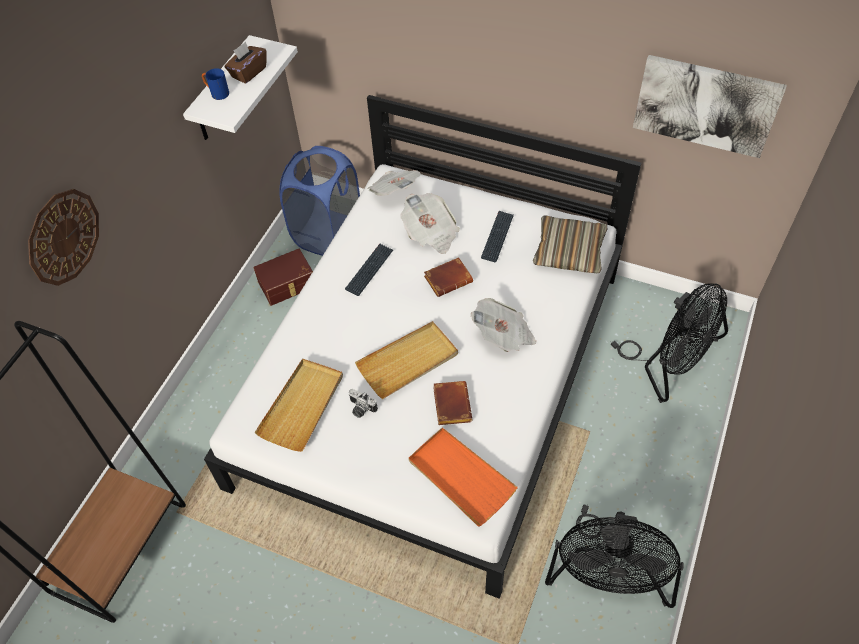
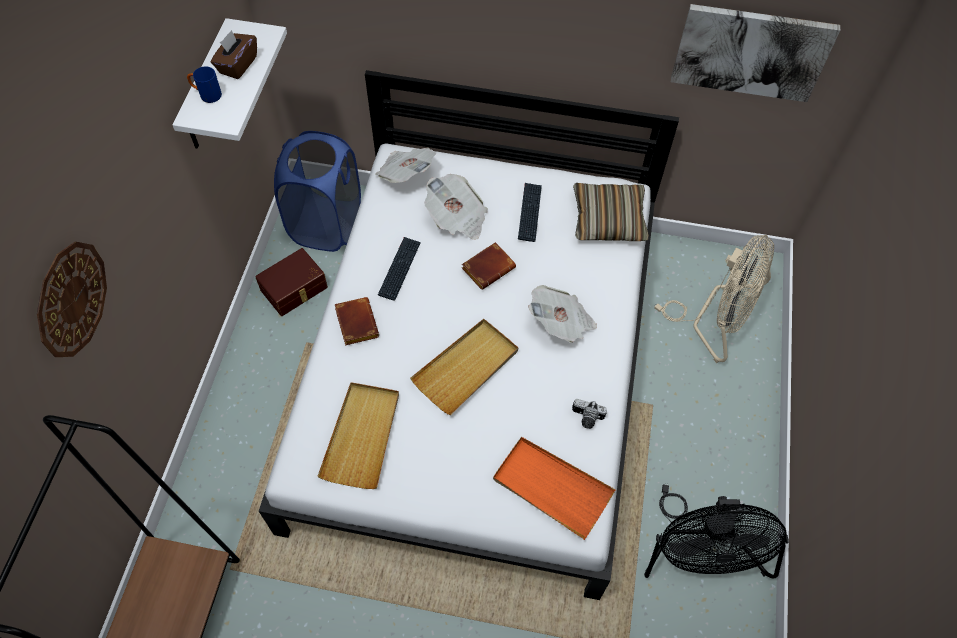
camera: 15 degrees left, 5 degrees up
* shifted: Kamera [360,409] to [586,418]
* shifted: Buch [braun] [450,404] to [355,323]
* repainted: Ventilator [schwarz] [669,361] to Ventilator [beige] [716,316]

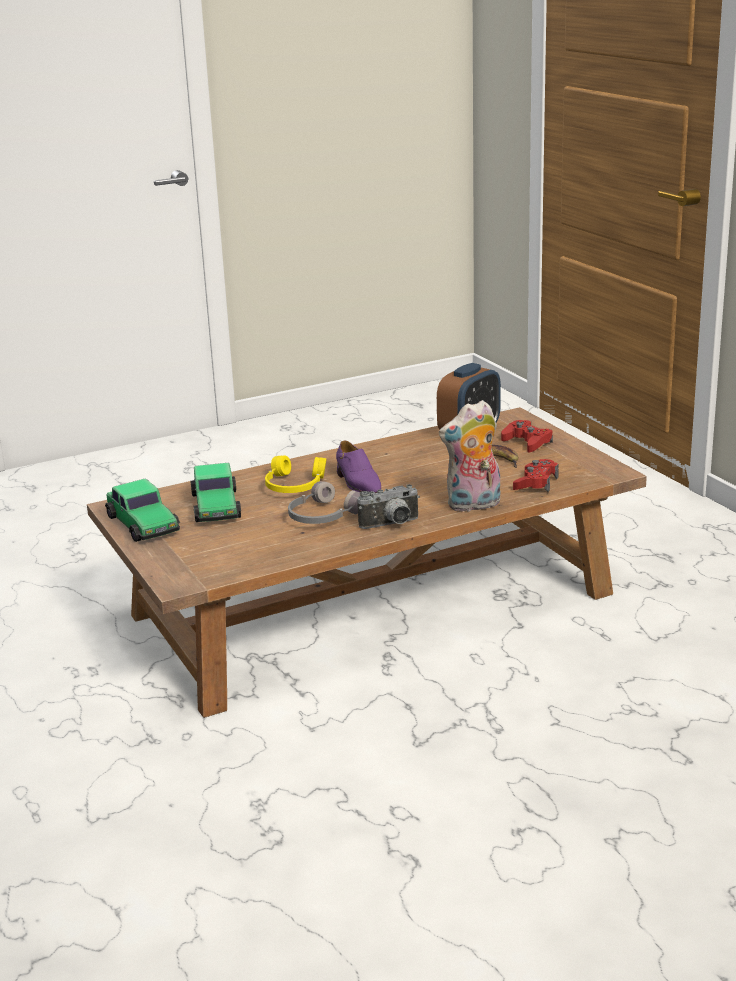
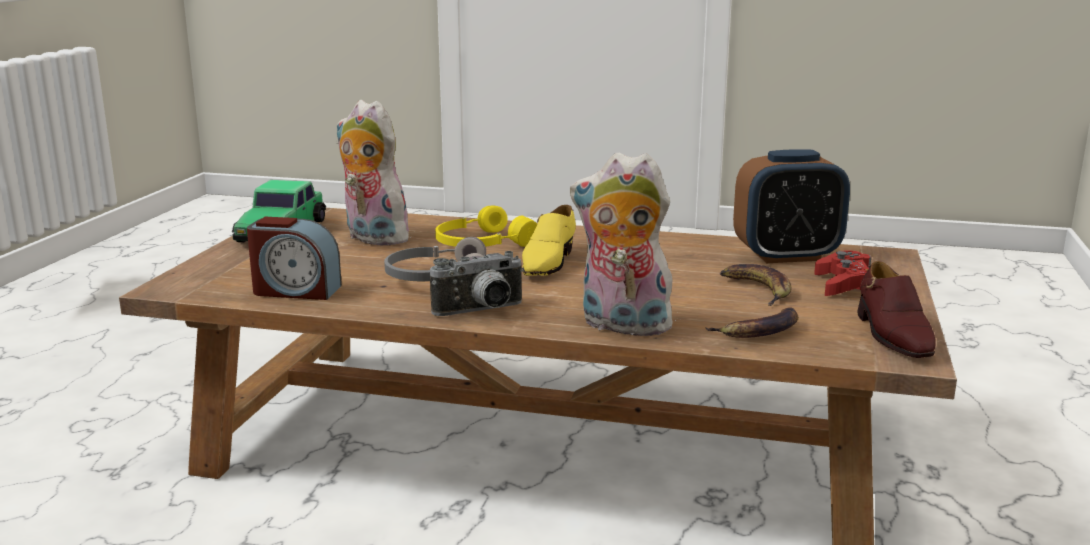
camera: 40 degrees right, 5 degrees down
* new: Wecker [296,290]
* new: Schuh [braun] [892,335]
* swapped: Spielzeugauto [216,506] to Plüschtier [372,238]
* swapped: Gamepad [rot] [536,483] to Banane [759,330]
* repainted: Schuh [lila] [358,483] to Schuh [gelb] [547,262]
* rotated: Kamera [391,525] = [481,312] 45 degrees counterclockwise

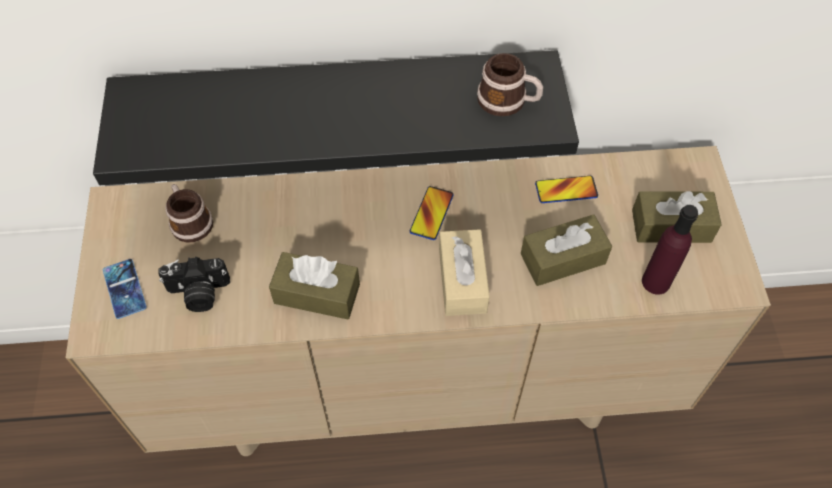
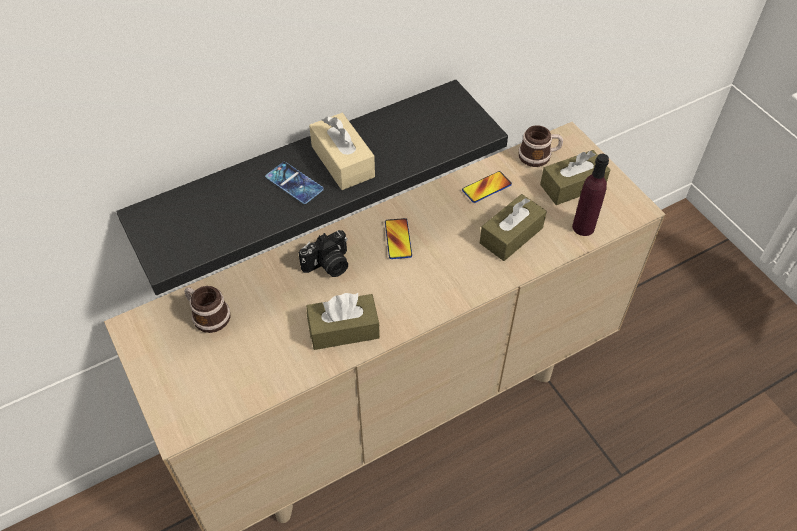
camera: 25 degrees left, 5 degrees down
* shifted: Handy [124,289] to [294,183]
* shifted: Kamera [198,294] to [328,265]
* shifted: Taschentuchbox [beige] [462,280] to [342,161]
* shifted: Henkelbecher [508,101] to [539,156]

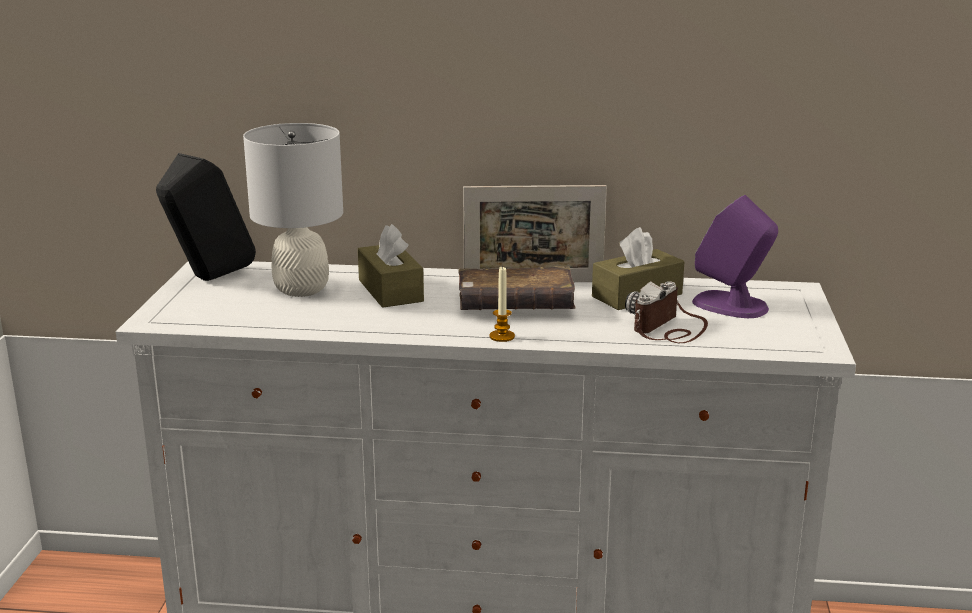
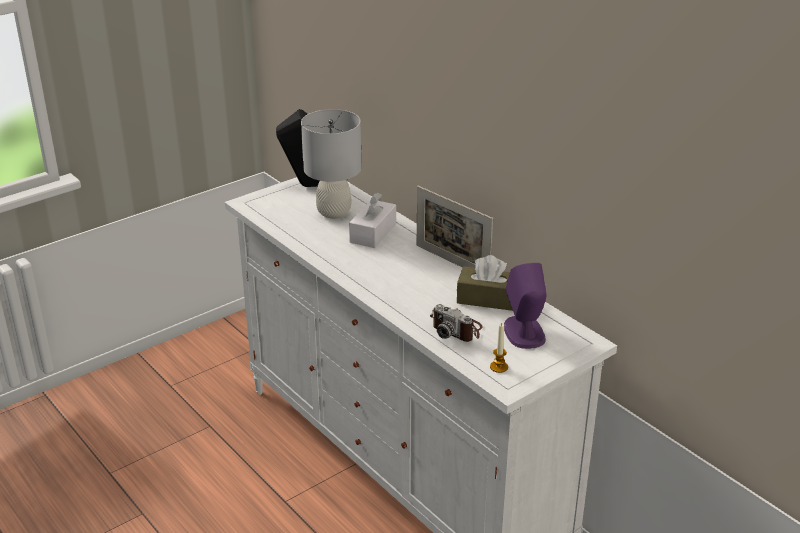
camera: 45 degrees right, 10 degrees up
* gone: Buch [braun] [515,306]
* shifted: Kerze [502,336] to [499,367]
* repainted: Taschentuchbox [braun] [390,291] to Taschentuchbox [weiß] [373,233]
* rotated: Kamera [668,329] = [457,329] 135 degrees counterclockwise

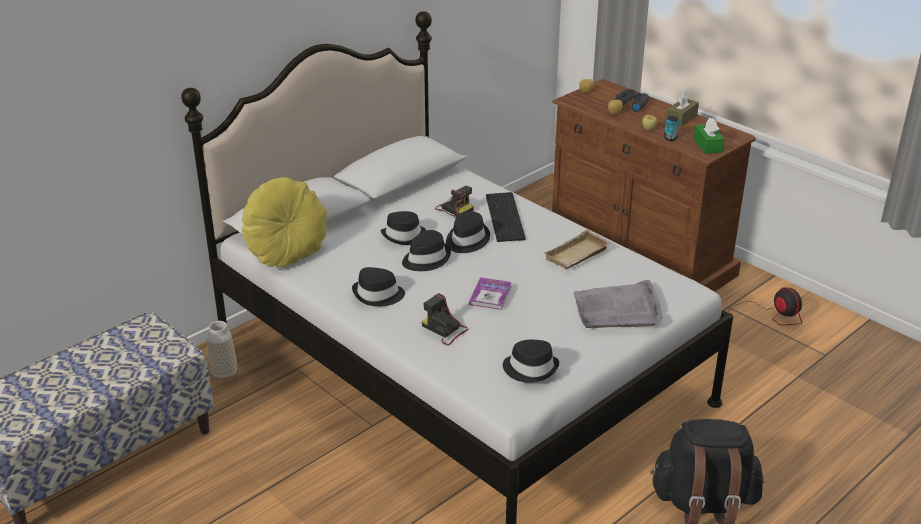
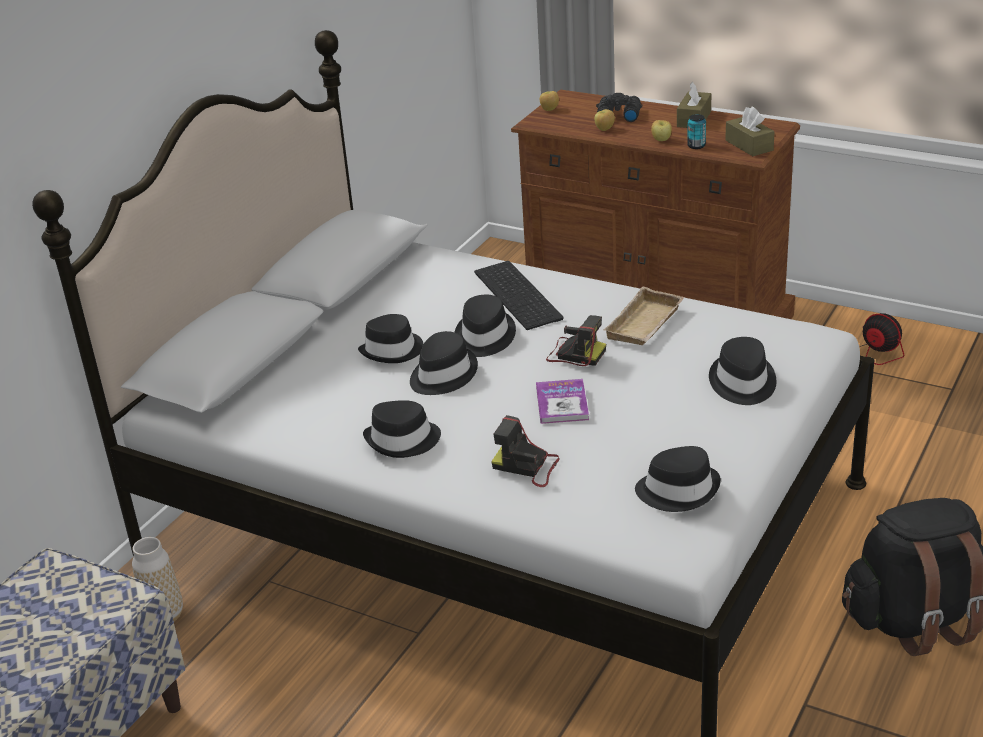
camera: 15 degrees left, 0 degrees up
* gone: Kissen [gelb] [288,256]
* shifted: Kamera [454,208] to [574,354]
* swapped: Tablett [grau] [617,309] to Hut [schwarz] [742,383]
* repainted: Taschentuchbox [grün] [707,145] to Taschentuchbox [braun] [749,145]

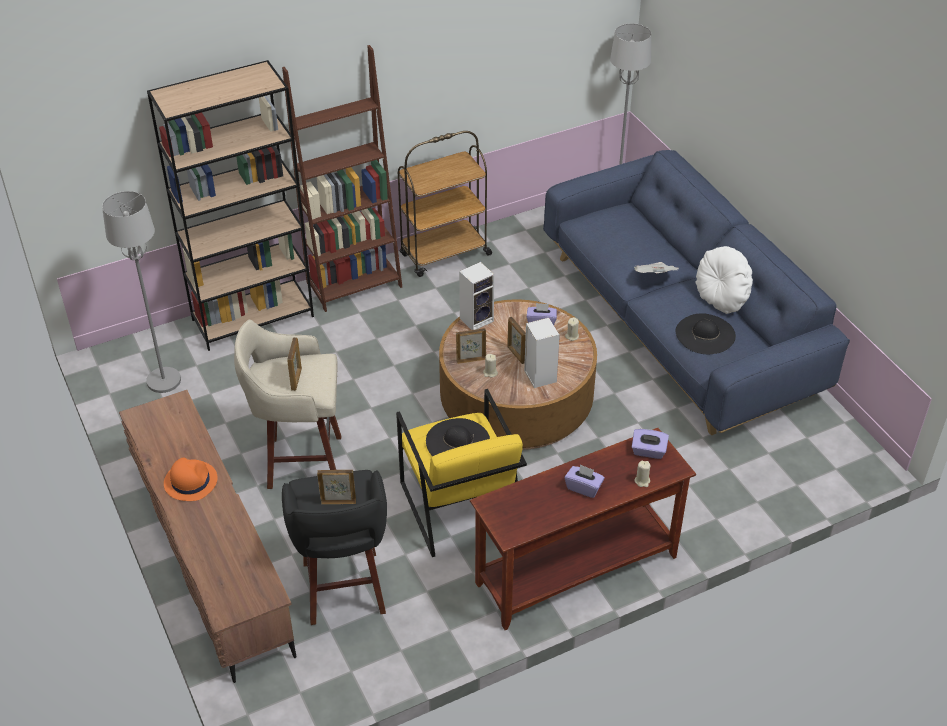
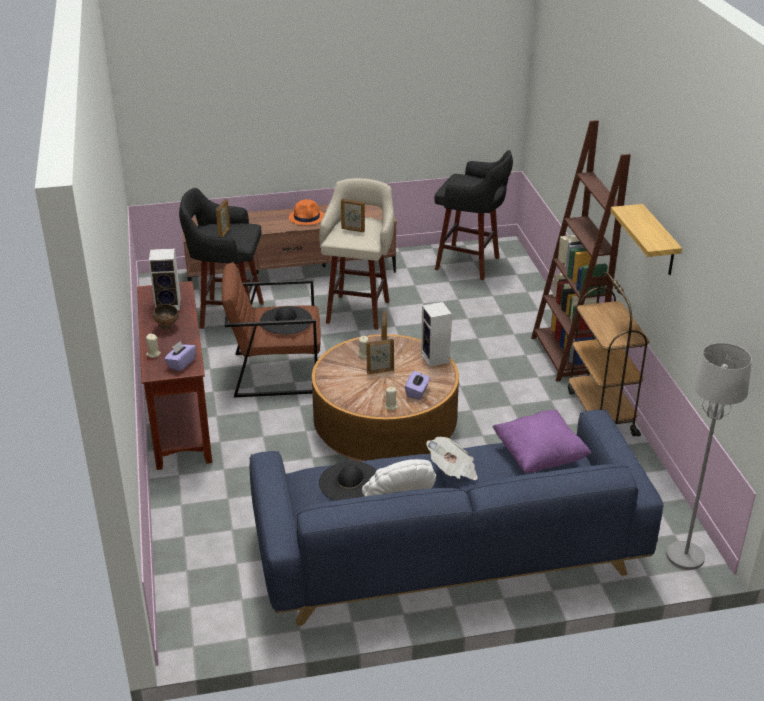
camera: 105 degrees right, 10 degrees down
* gone: Bücherregal [beige] [253,317]
* new: Kissen [lila] [539,457]
* new: Wandregal [659,241]
* shifted: Lautsprecher [539,375] to [169,304]
* swapped: Stehlampe [grau] [164,380] to Hocker [schwarz] [470,264]
* swapped: Taschentuchbox [lila] [583,487] to Schüssel [braun] [167,327]
* repainted: Sessel [gelb] [459,506] to Sessel [braun] [276,372]

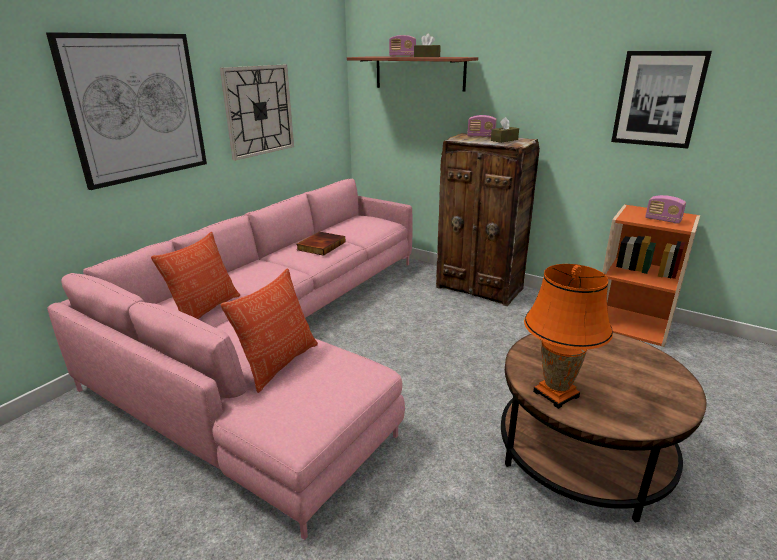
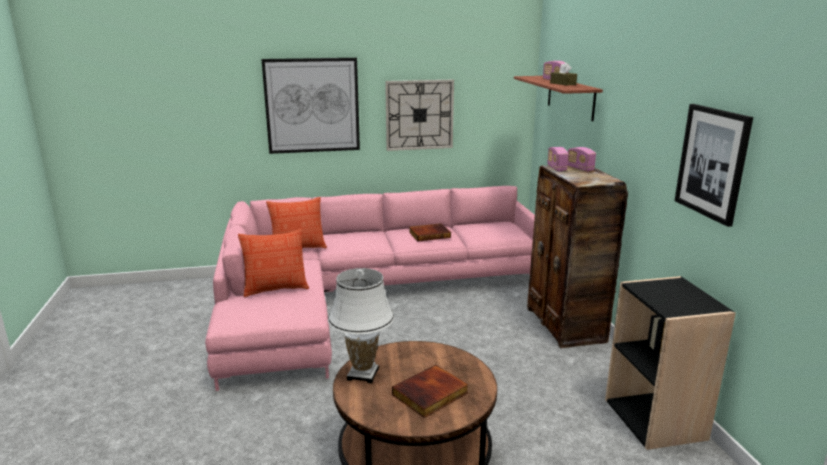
camera: 45 degrees right, 5 degrees down
* gone: Taschentuchbox [braun] [504,140]
* new: Buch [430,394]
* shifted: Radio [662,220] to [556,168]
* repainted: Tischlampe [orange] [555,394] to Tischlampe [weiß] [362,374]
* repainted: Bücherregal [orange] [633,324] to Bücherregal [schwarz] [656,419]

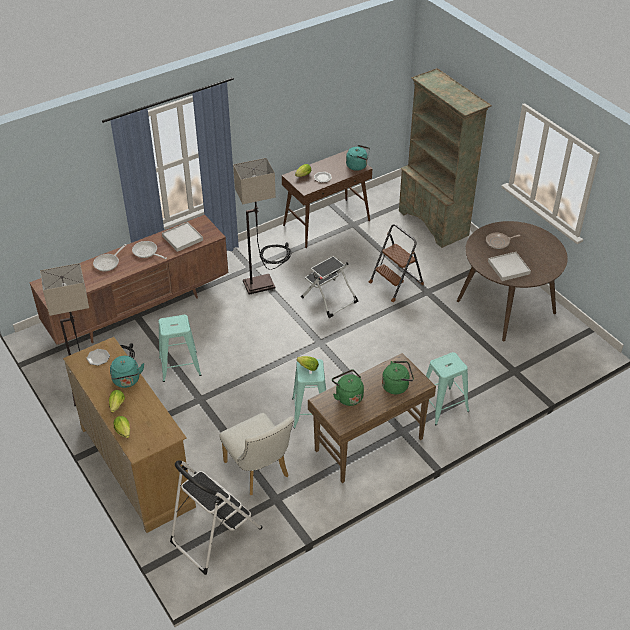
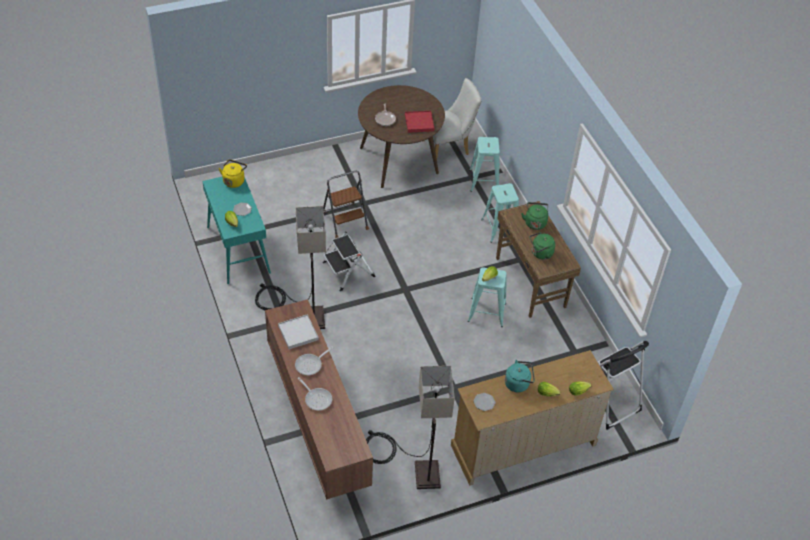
camera: 80 degrees left, 5 degrees up
* gone: Bücherregal [grün] [434,223]
* shifted: Hocker [türkis] [180,366] to [484,180]
* shifted: Stuhl [weiß] [259,472] to [449,147]
* repainted: Konsolentisch [braun] [327,223] to Konsolentisch [türkis] [238,250]
* repainted: Wasserkessel [türkis] [358,166] to Wasserkessel [gelb] [234,180]
* repainted: Tablett [weiß] [509,268] to Tablett [rot] [419,123]

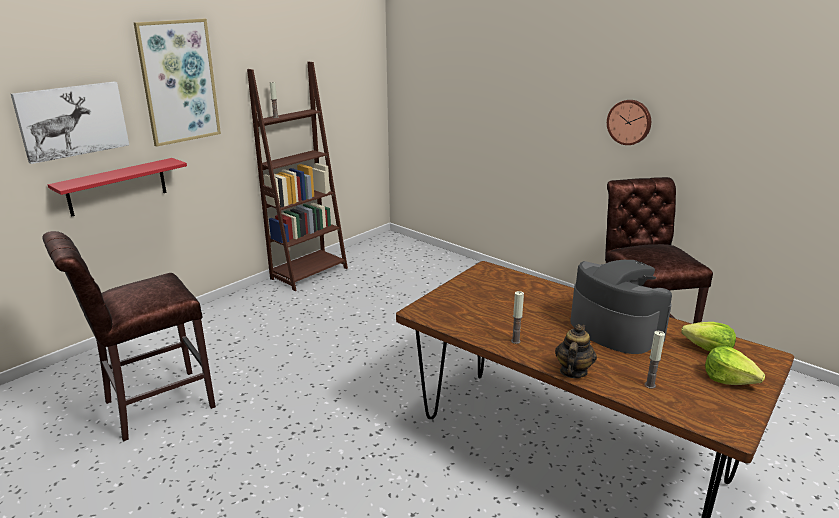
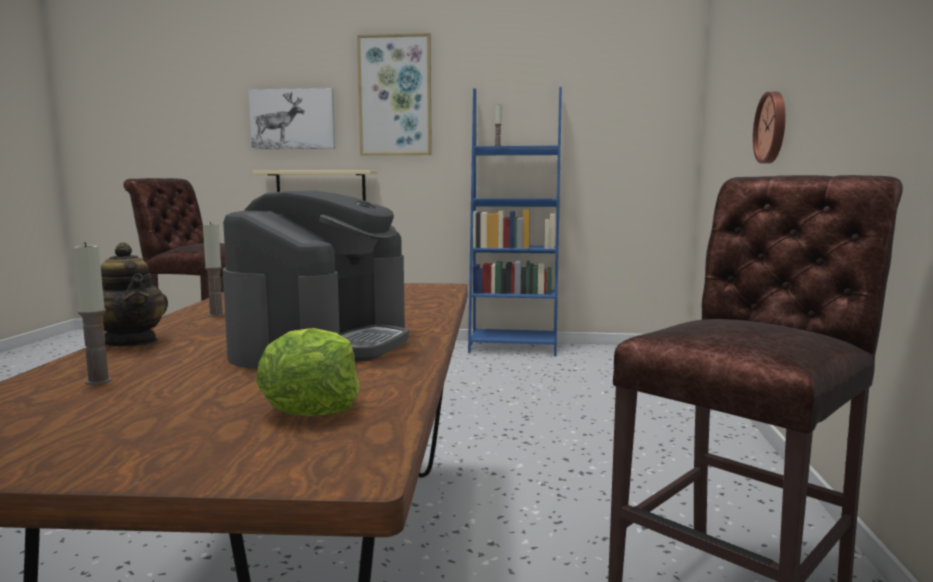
camera: 55 degrees right, 15 degrees down
* gone: Salatkopf [728,379]
* shifted: Wanduhr [629,122] to [772,127]
* repainted: Wandregal [rot] [117,187] to Wandregal [beige] [320,187]
* repainted: Bücherregal [braun] [309,273] to Bücherregal [blau] [513,348]
* rotated: Teekanne [573,371] = [131,342] 60 degrees clockwise

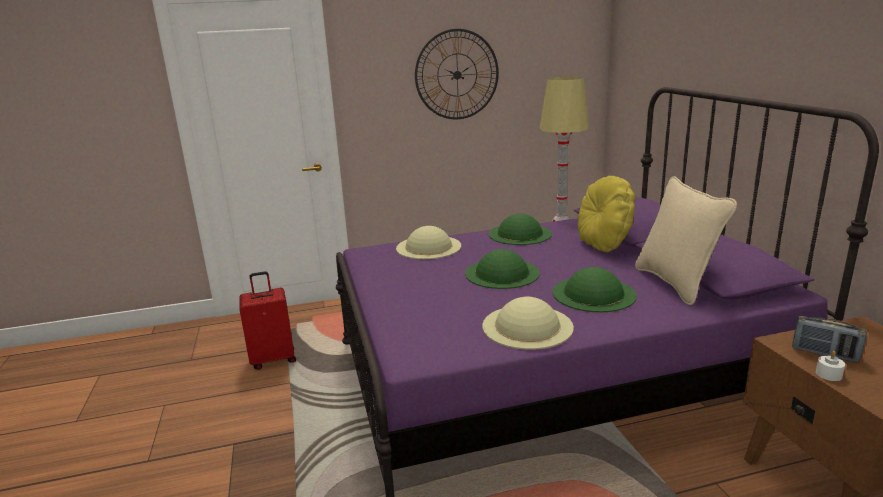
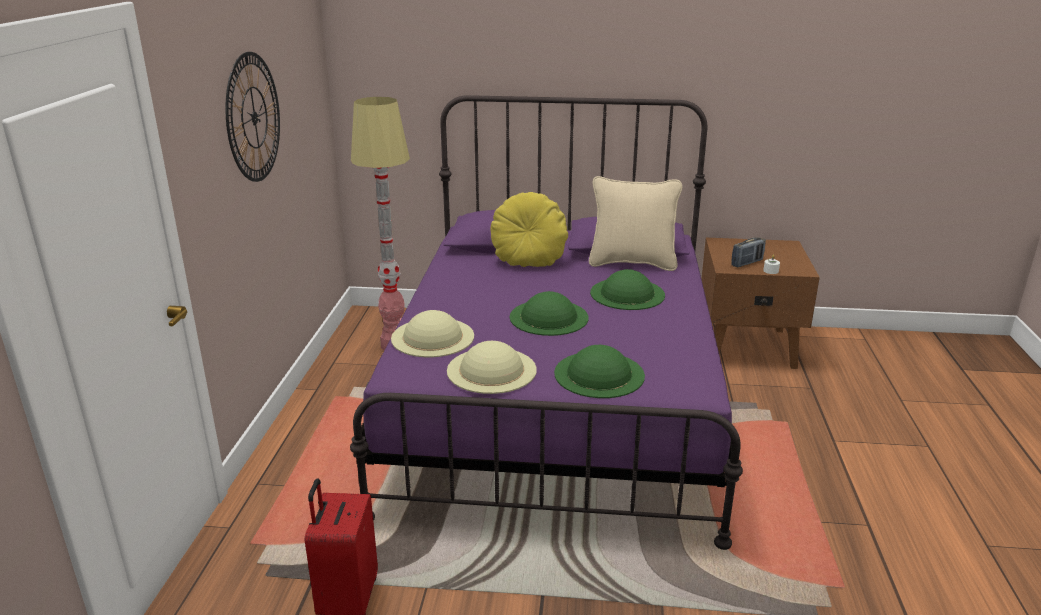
camera: 70 degrees left, 5 degrees up
* shifted: Hut [beige] [527,326] to [491,370]
* shifted: Hut [grün] [519,234] to [599,374]

